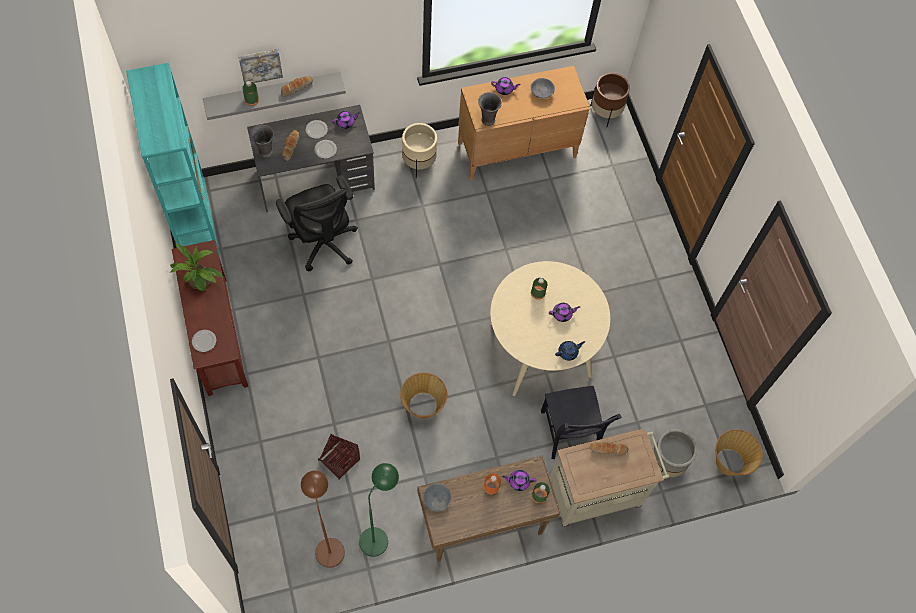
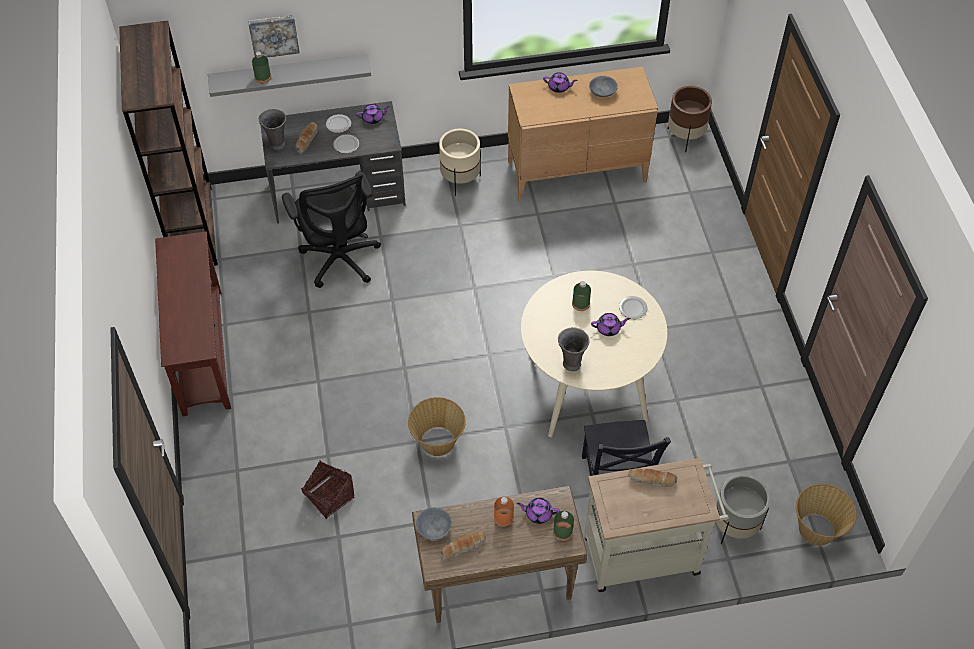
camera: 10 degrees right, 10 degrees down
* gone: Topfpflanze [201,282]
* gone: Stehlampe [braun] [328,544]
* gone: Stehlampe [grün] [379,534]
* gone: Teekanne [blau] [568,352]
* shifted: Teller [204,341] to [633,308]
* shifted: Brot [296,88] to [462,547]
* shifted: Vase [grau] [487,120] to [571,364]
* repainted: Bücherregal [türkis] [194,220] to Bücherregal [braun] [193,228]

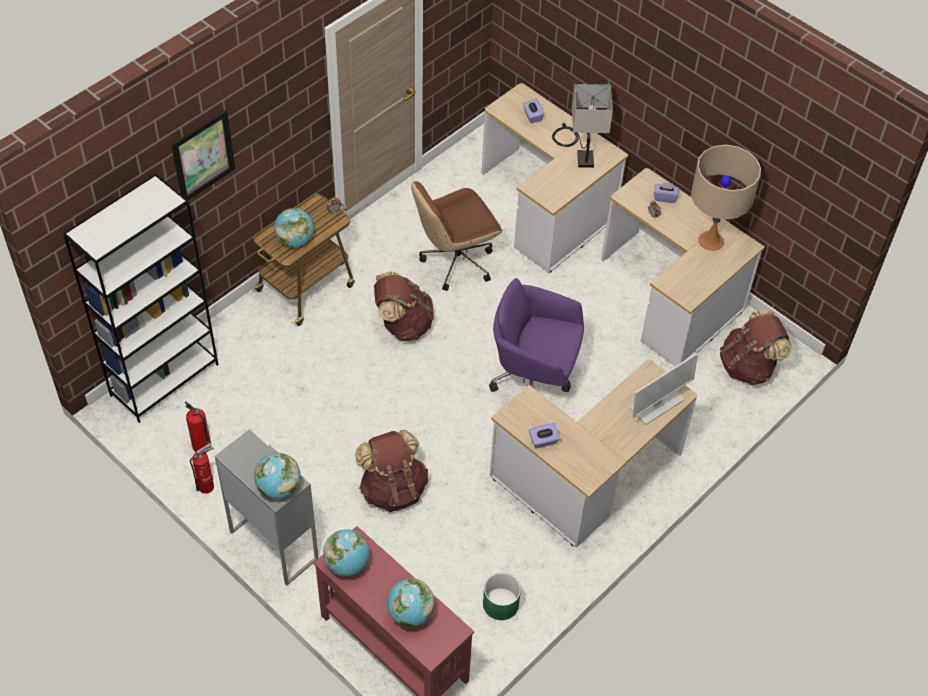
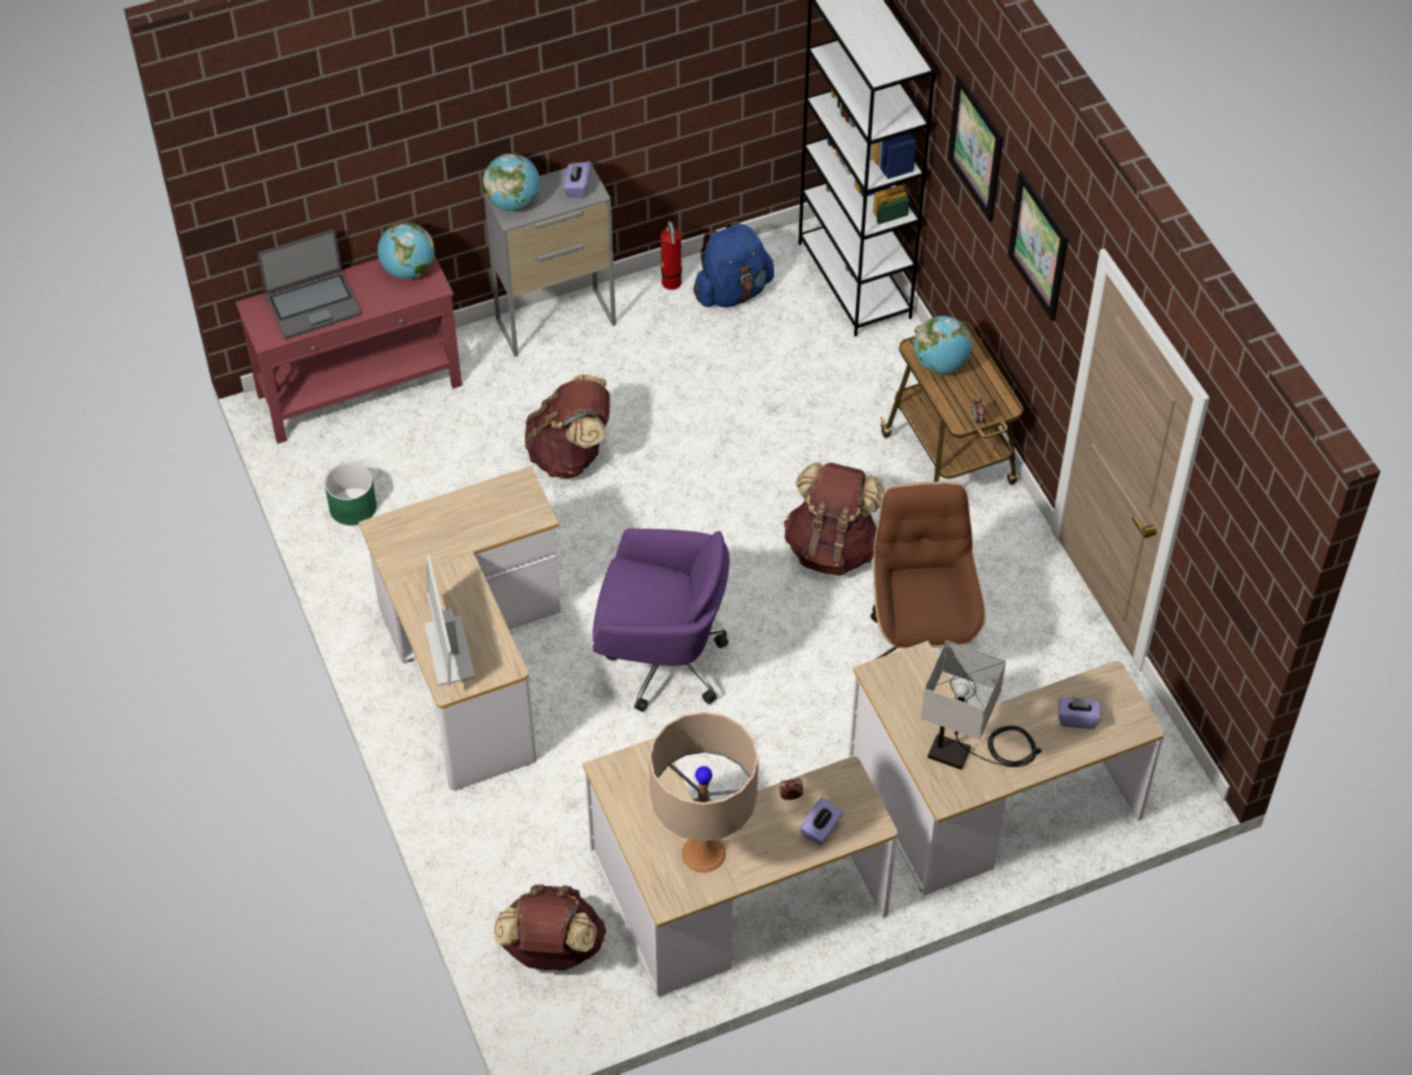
camera: 115 degrees right, 0 degrees up
* new: Bild [1038,246]
* shifted: Taschentuchbox [lila] [543,441] to [577,187]
* swapped: Feuerlöscher [202,446] to Rucksack [blau] [733,292]
* swapped: Globus [410,613] to Laptop [313,305]
* rotated: Bürostuhl [lila] [533,380] = [662,664] 60 degrees clockwise

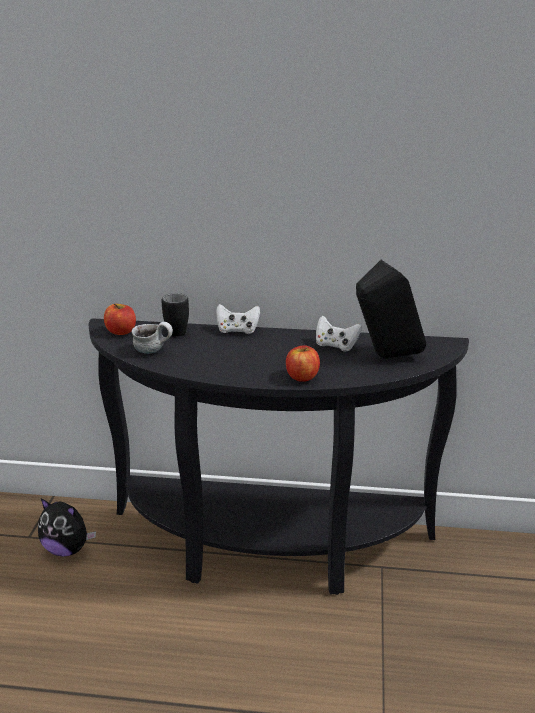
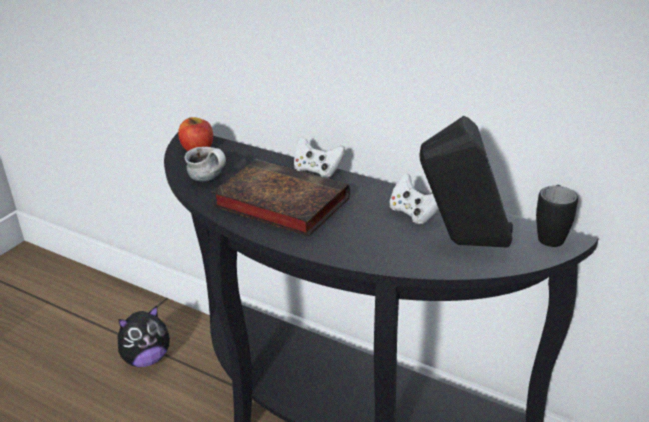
camera: 25 degrees right, 5 degrees up
* gone: Apfel [302,377]
* new: Buch [277,203]
* shifted: Henkelbecher [schwarz] [176,329] to [551,234]
* rotated: Plüschtier [67,549] = [146,359] 75 degrees counterclockwise

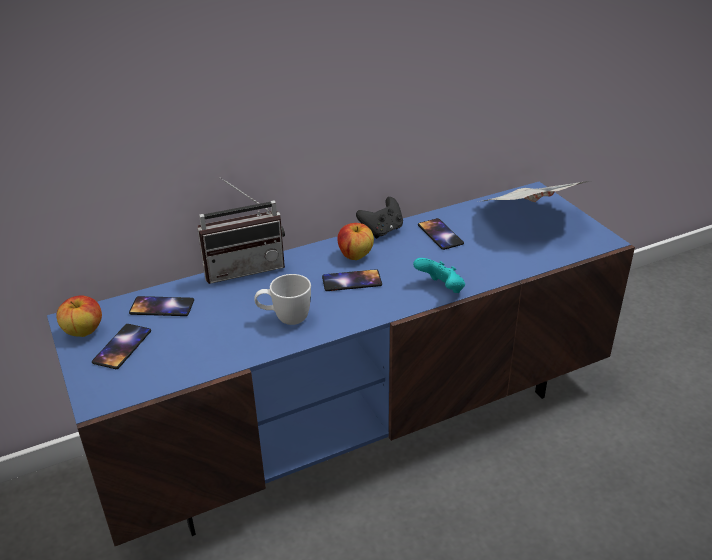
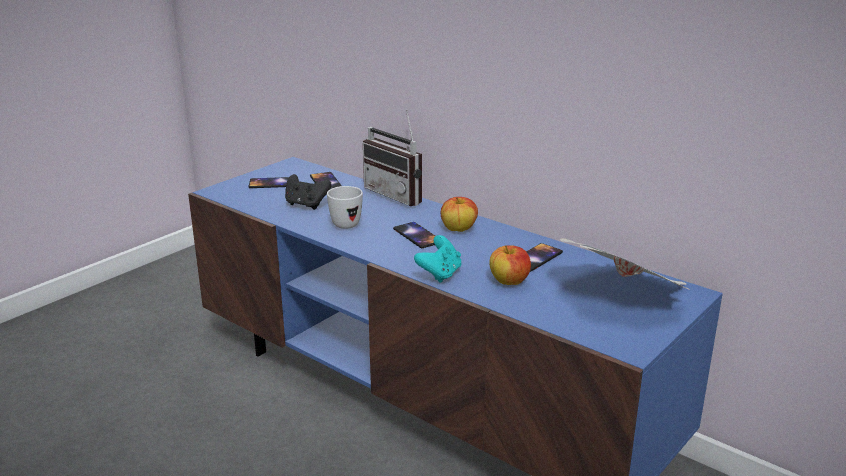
camera: 65 degrees right, 10 degrees down
* shifted: Apfel [84,331] to [509,282]
* shifted: Gamepad [schwarz] [382,231] to [306,205]

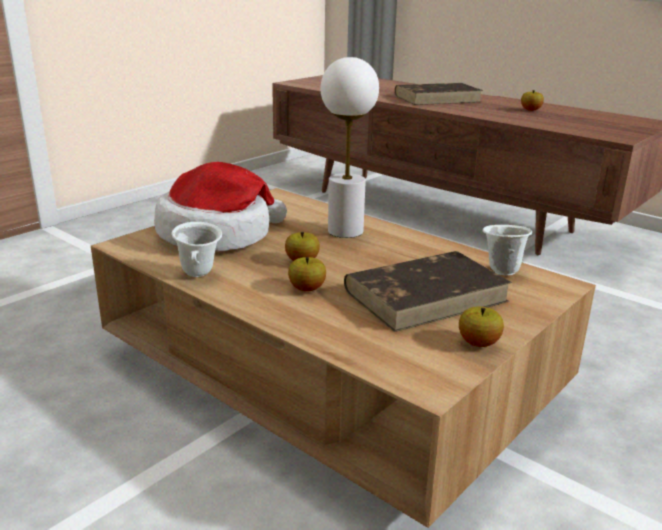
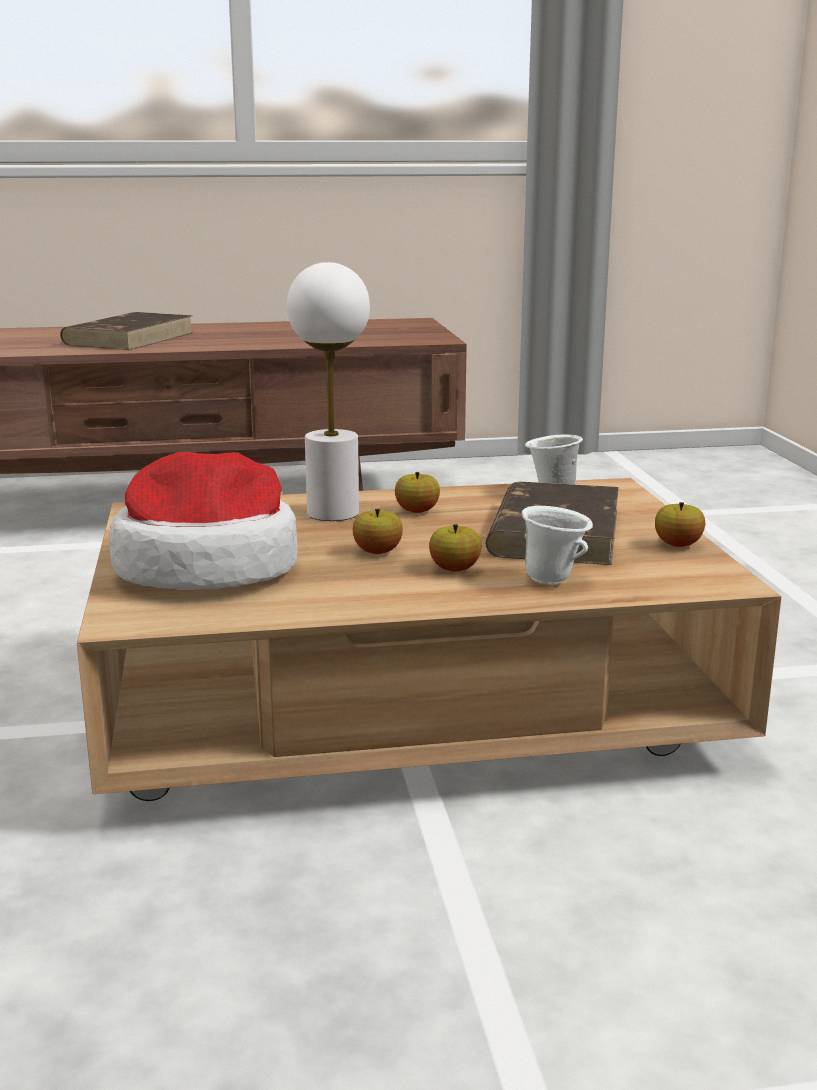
camera: 50 degrees left, 5 degrees down
* shifted: Henkelbecher [weiß] [200,275] to [553,581]
* shifted: Apfel [530,110] to [417,511]

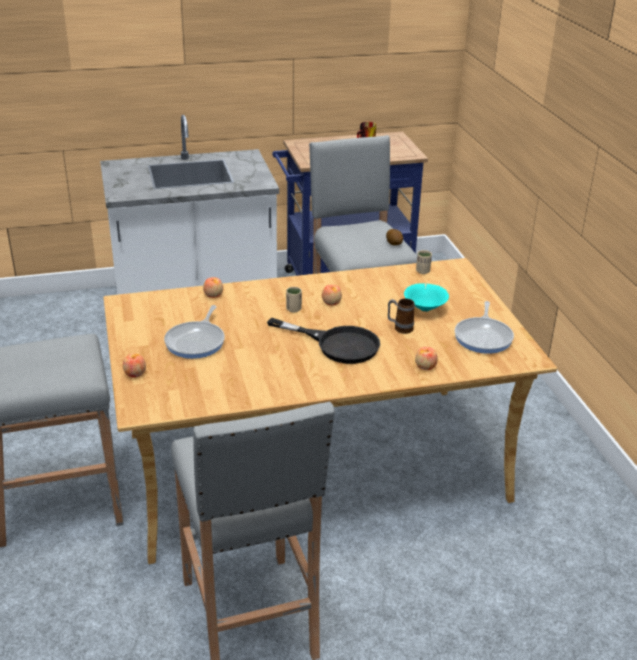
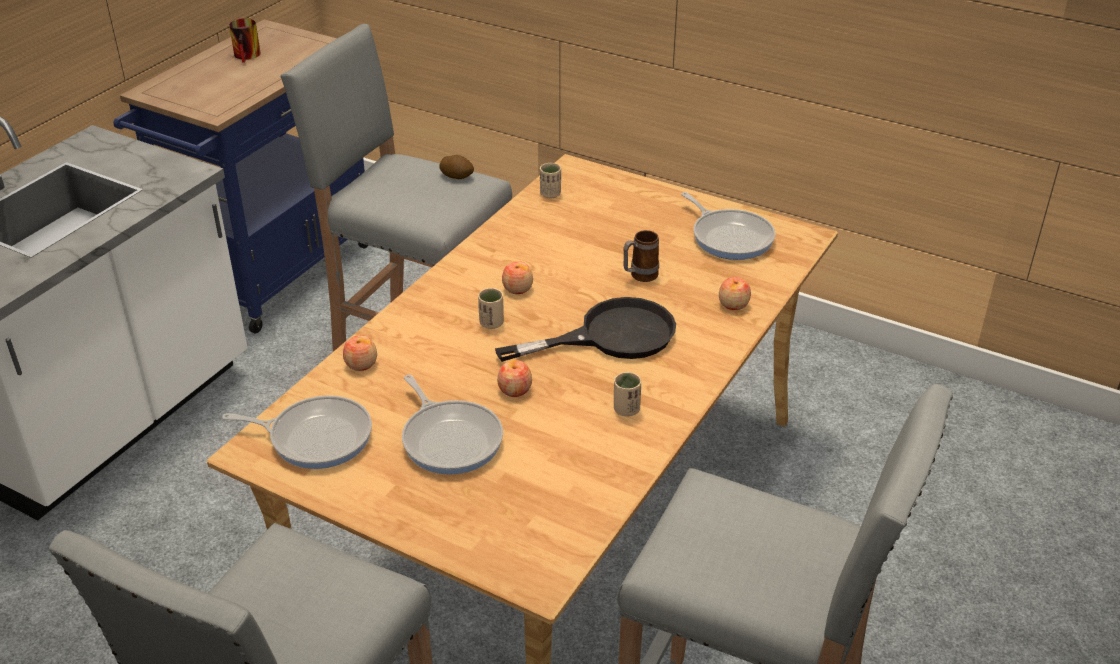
camera: 45 degrees left, 5 degrees up
* gone: Schüssel [türkis] [425,308]
* new: Pfanne [316,437]
* new: Tasse [beige] [626,410]
* shifted: Apfel [135,373] to [515,389]

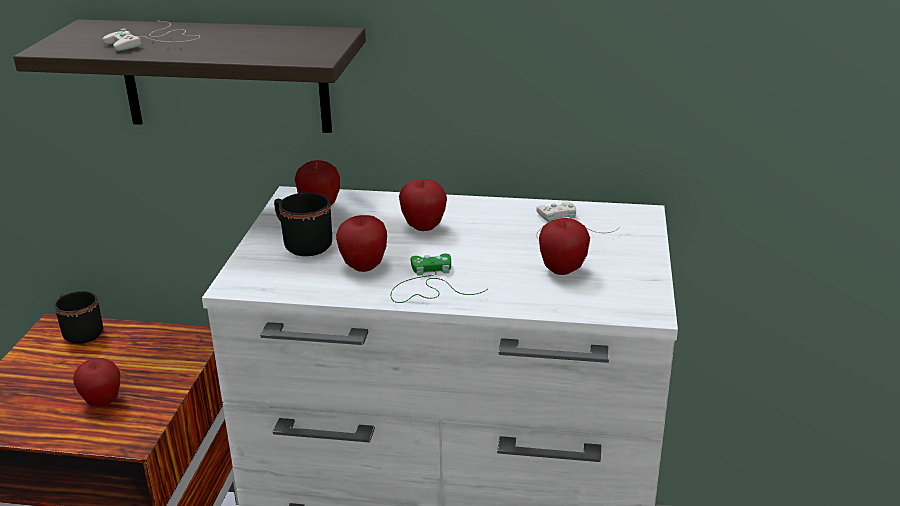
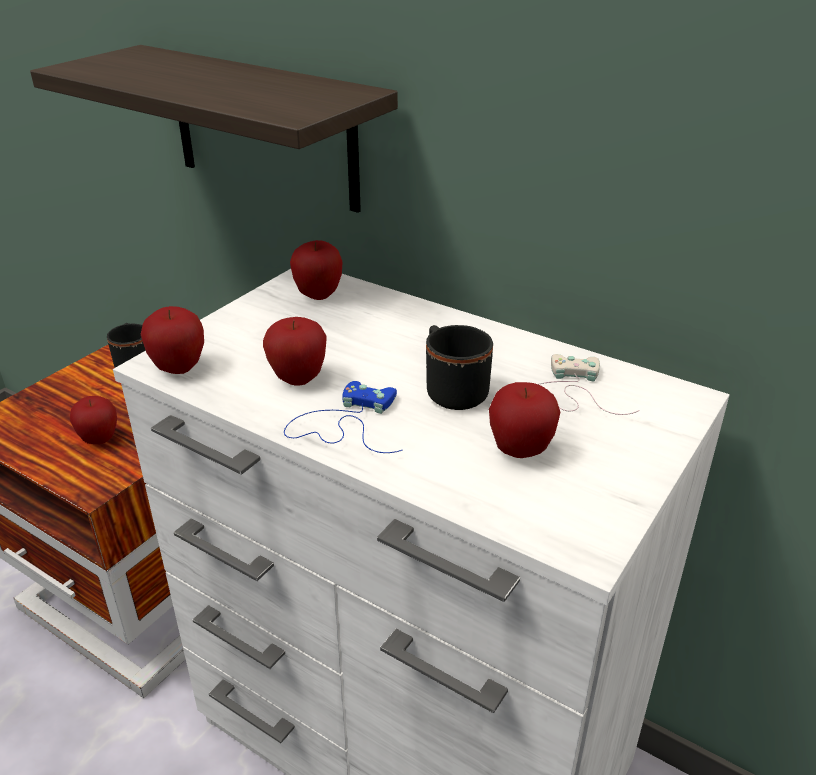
camera: 25 degrees right, 5 degrees up
* gone: Gamepad [weiß] [156,41]
* shifted: Henkelbecher [schwarz] [302,244] to [452,390]
* shifted: Apfel [423,228] to [179,368]
* repainted: Gamepad [grün] [428,285] to Gamepad [blau] [345,423]

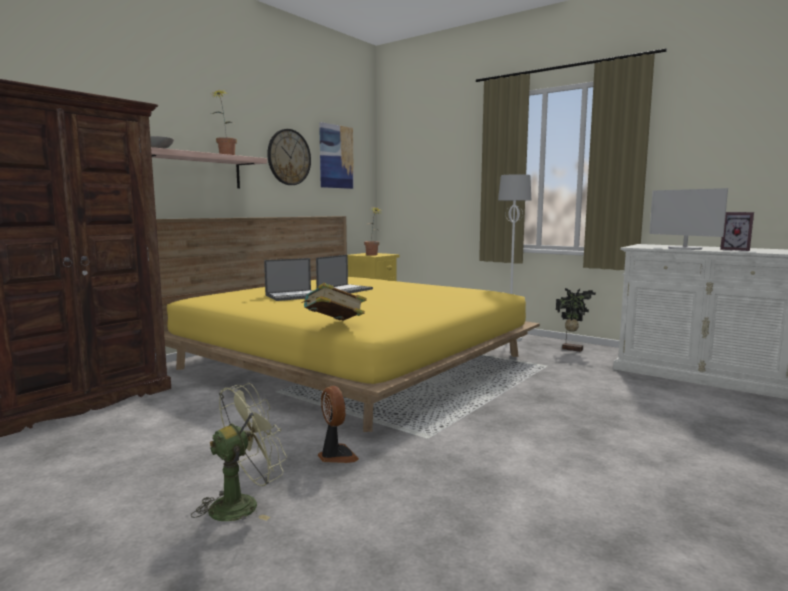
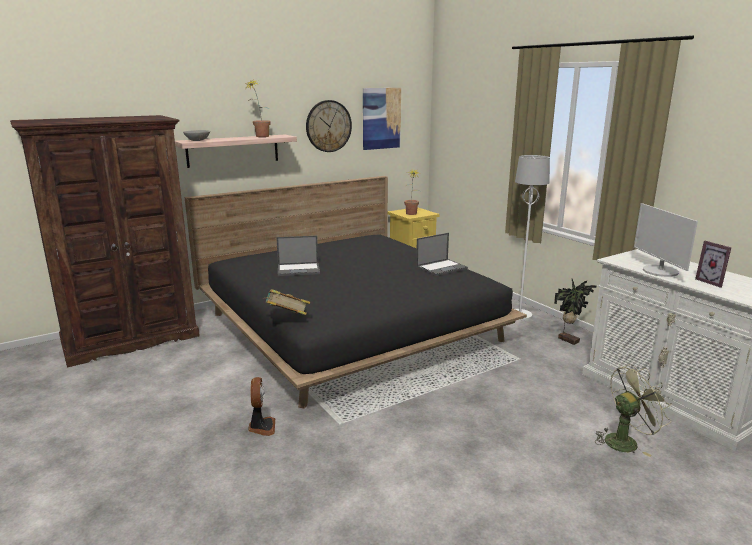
camera: 20 degrees right, 10 degrees up
* shifted: Ventilator [grün] [243,504] to [625,441]
* shifted: Laptop [345,290] to [442,267]
* repainted: Bett [gelb] [353,362] to Bett [schwarz] [351,326]

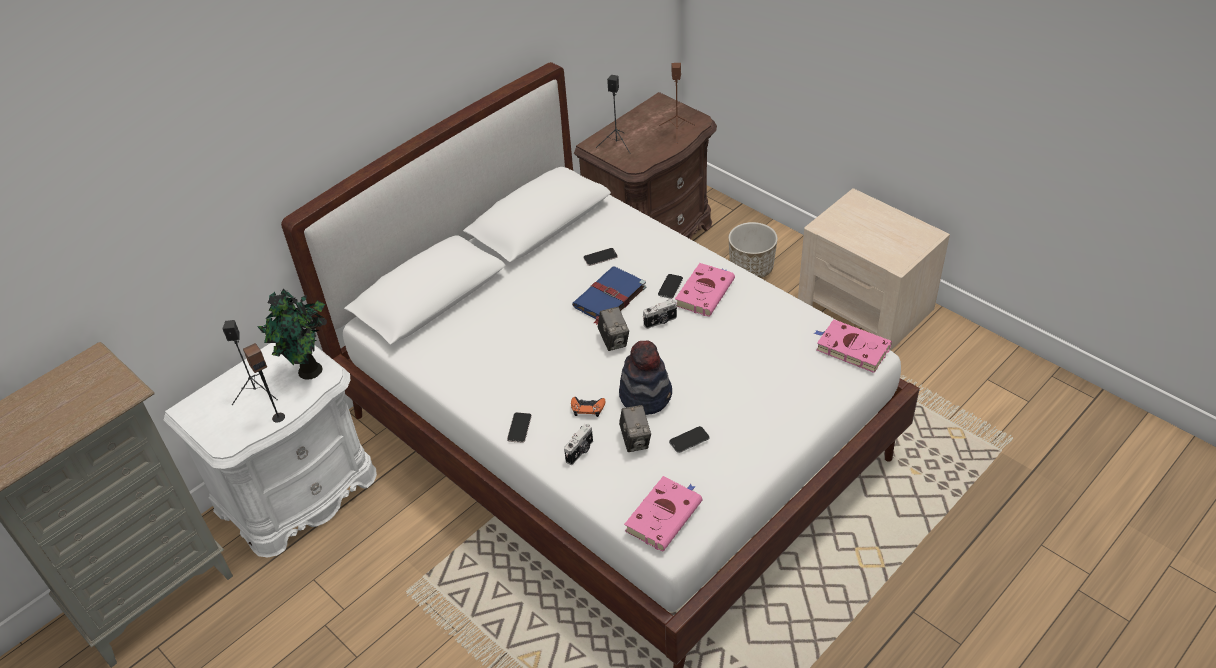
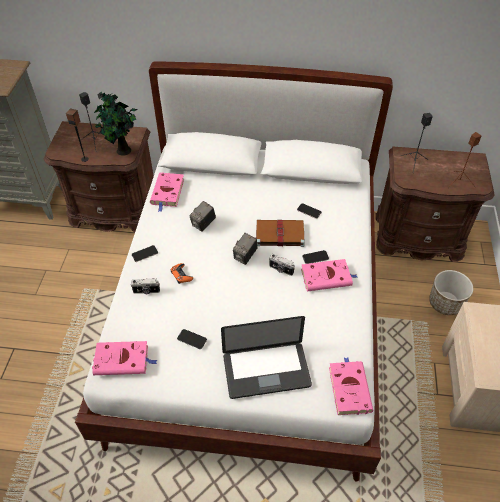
camera: 50 degrees right, 5 degrees up
* gone: Hut [646,395]
* new: Buch [rosa] [167,193]
* new: Laptop [266,370]
* shifted: Kamera [635,440] to [203,224]
* repainted: Nachttisch [weiß] [302,494] to Nachttisch [braun] [114,212]
* repainted: Buch [blau] [609,298] to Buch [braun] [279,234]

